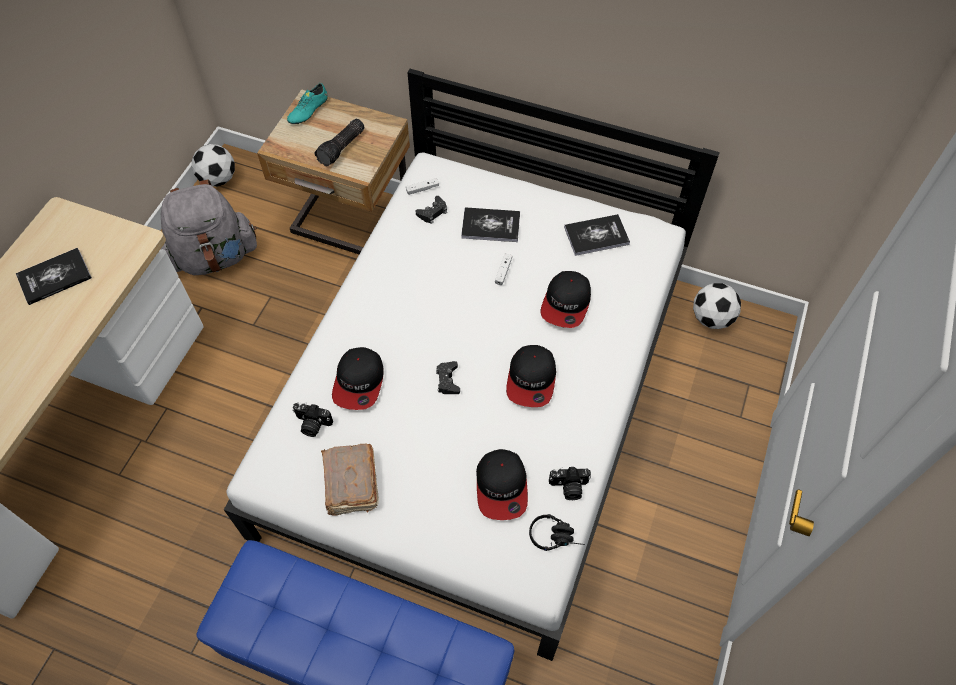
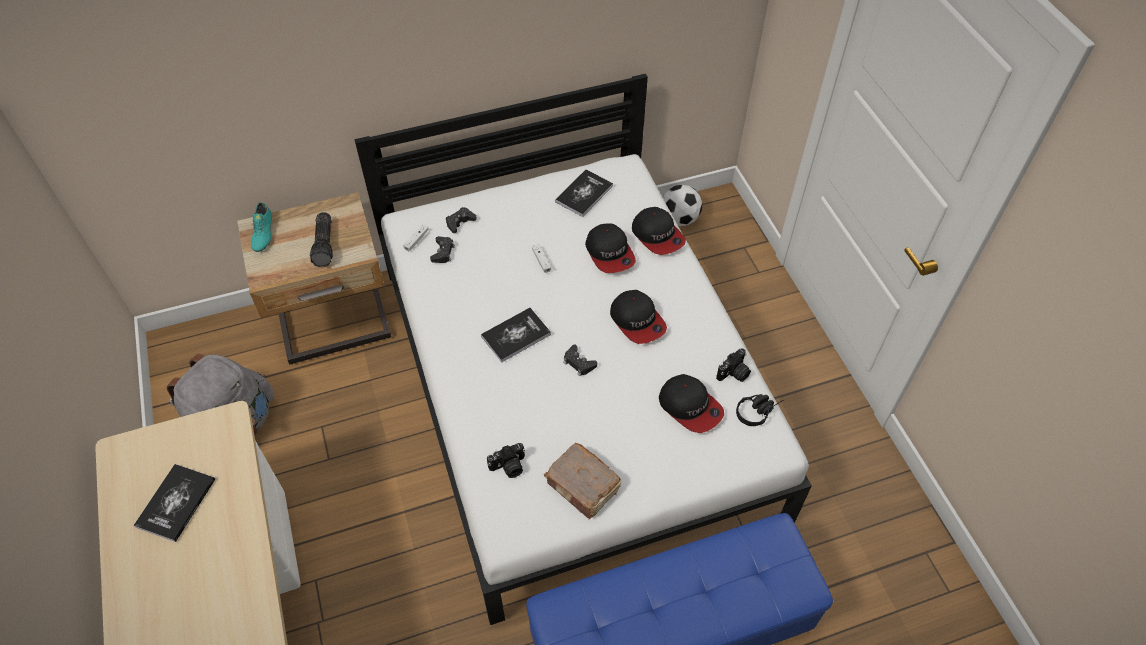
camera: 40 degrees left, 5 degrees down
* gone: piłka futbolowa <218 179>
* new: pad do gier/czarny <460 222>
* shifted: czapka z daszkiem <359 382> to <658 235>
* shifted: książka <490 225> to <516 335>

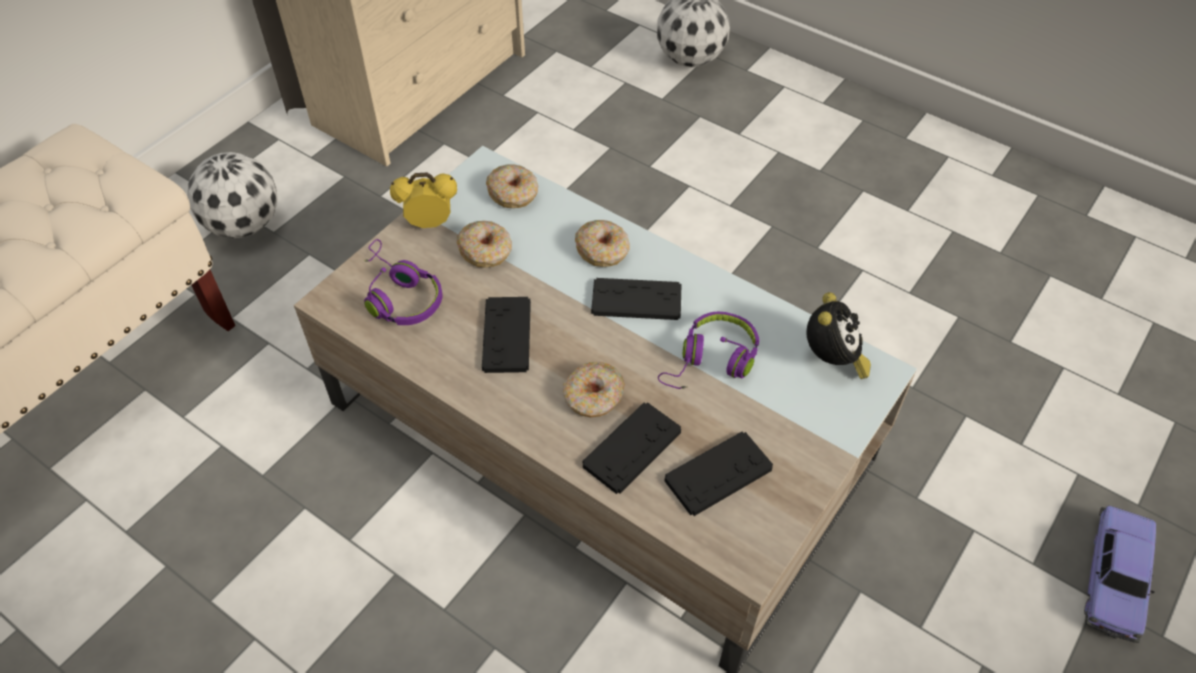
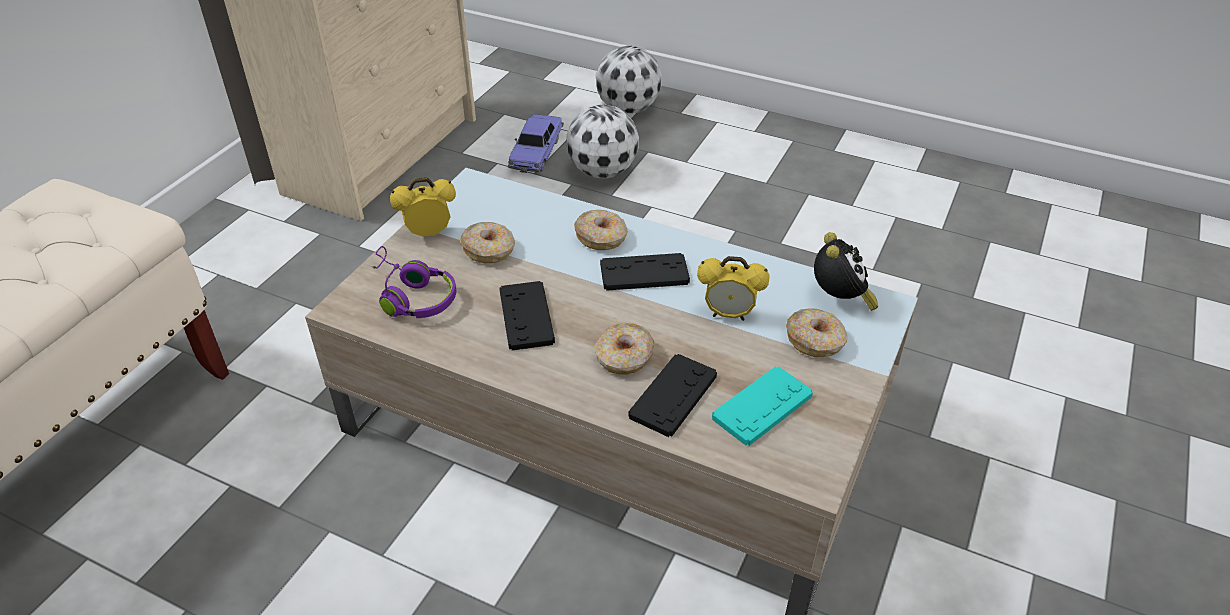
camera: 10 degrees left, 10 degrees down
* shifted: piłka futbolowa <245 224> to <603 171>
* shifted: donut <513 193> to <815 340>
* shifted: samochodzik <1114 579> to <536 152>
* swapped: słuchawki/fioletowy <711 362> to budzik <728 314>
* repainted: pad do gier/czarny <718 474> to pad do gier/turkusowy <762 407>

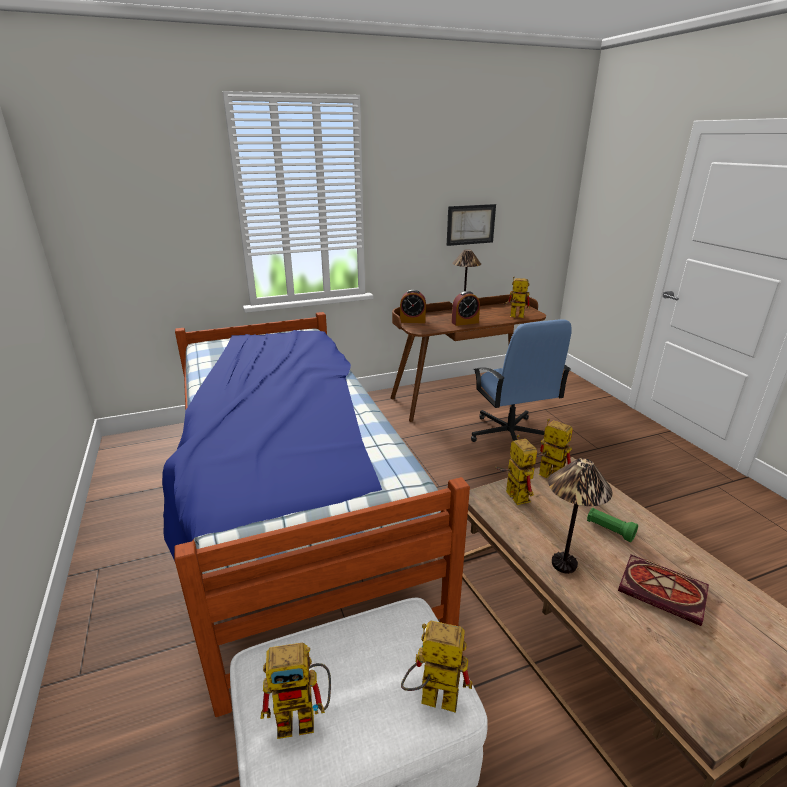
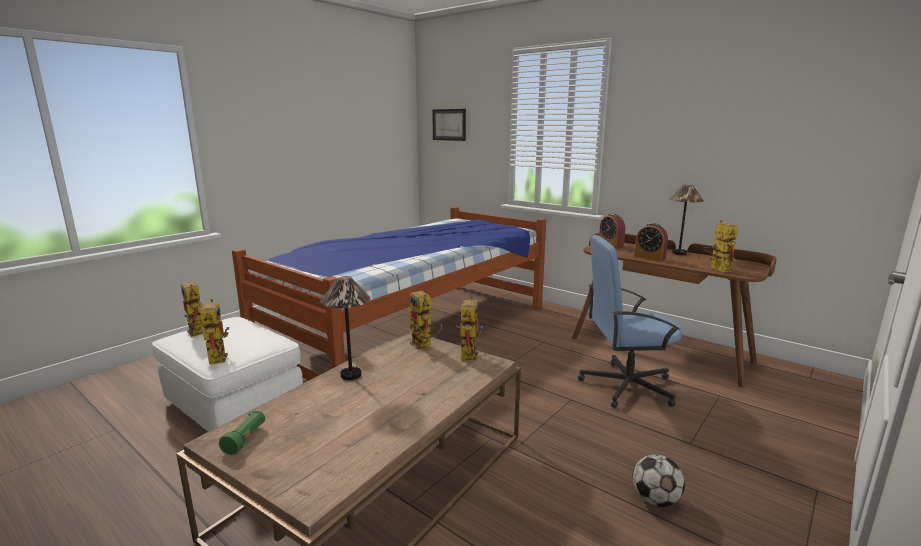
camera: 60 degrees right, 10 degrees down
* gone: książka <664 591>
* new: piłka futbolowa <655 500>
* shifted: obraz <470 224> to <449 124>
* shifted: latarka/zielony <609 530> to <245 439>
* rotated: krzesło biurowe/niebieski <509 436> = <625 386> 45 degrees clockwise
* rotated: robot zabawkowy <512 494> = <425 346> 105 degrees clockwise

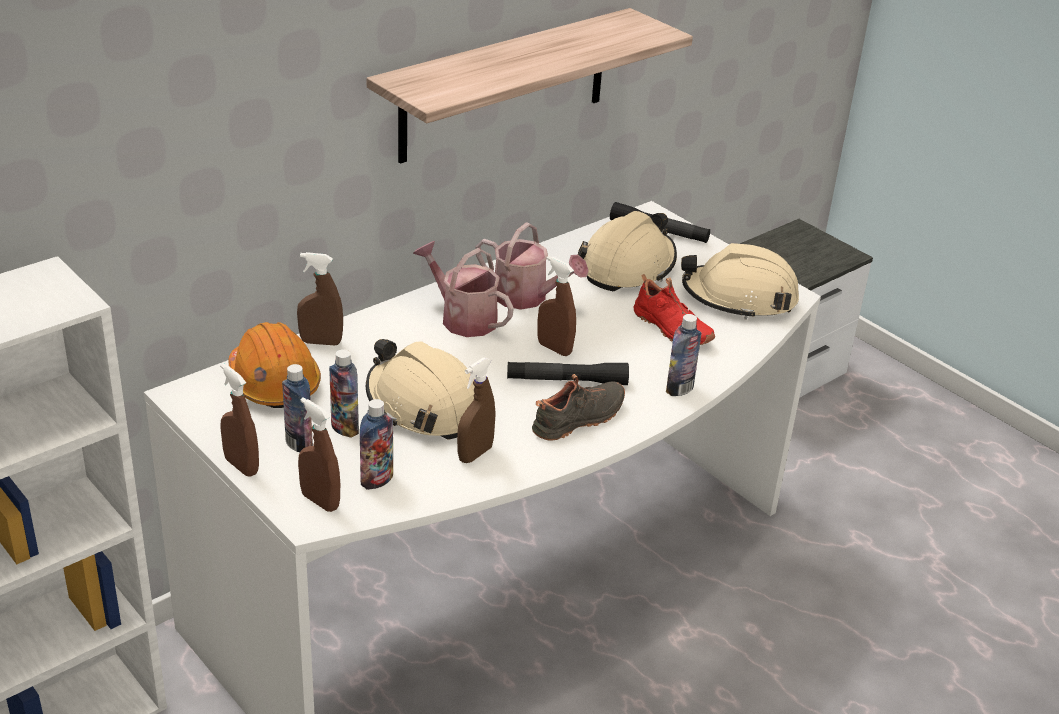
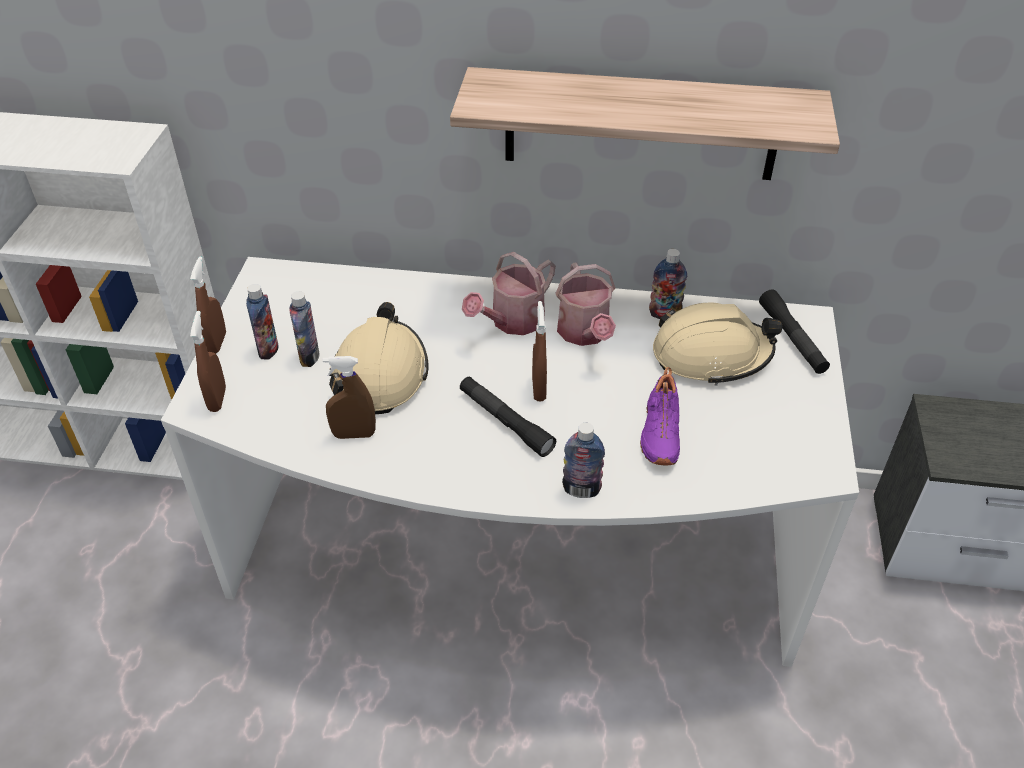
camera: 50 degrees right, 10 degrees up
* gone: kask/pomarańczowy <274 382>
* gone: spryskiwacz/brązowy <321 342>
* gone: but/czarny <580 420>
* gone: kask/beżowy <739 298>
* shifted: butelka <377 480> to <664 314>
* repainted: but/czerwony <670 329> to but/fioletowy <659 433>
* rotated: konewka <463 318> = <512 322> 135 degrees counterclockwise

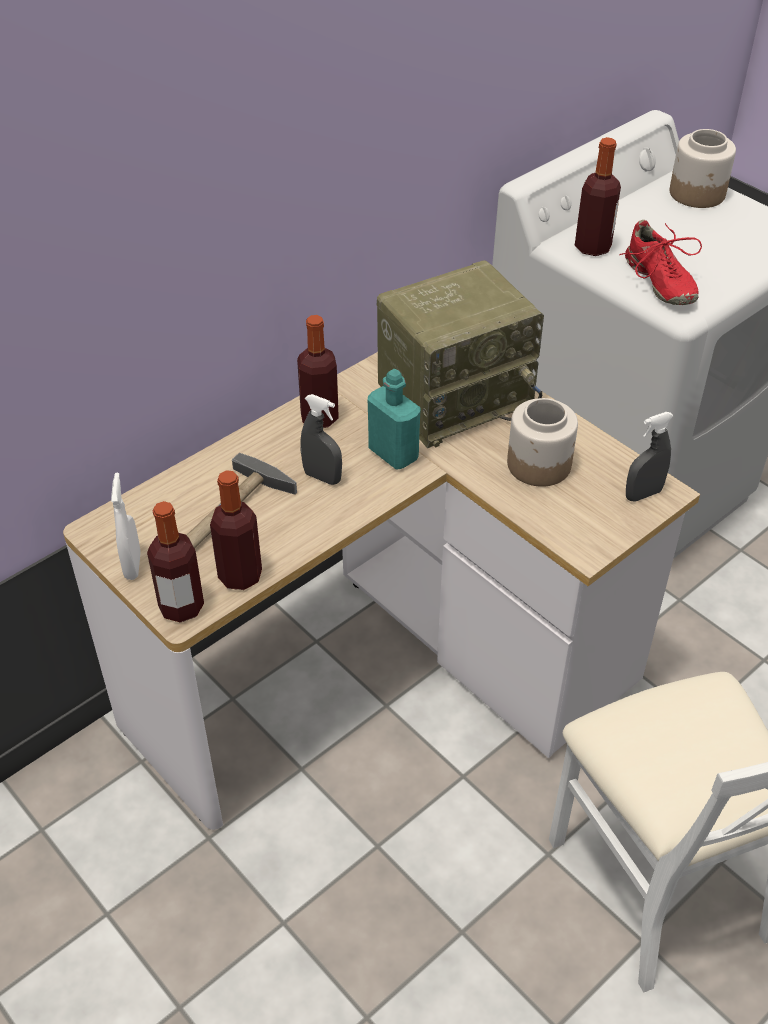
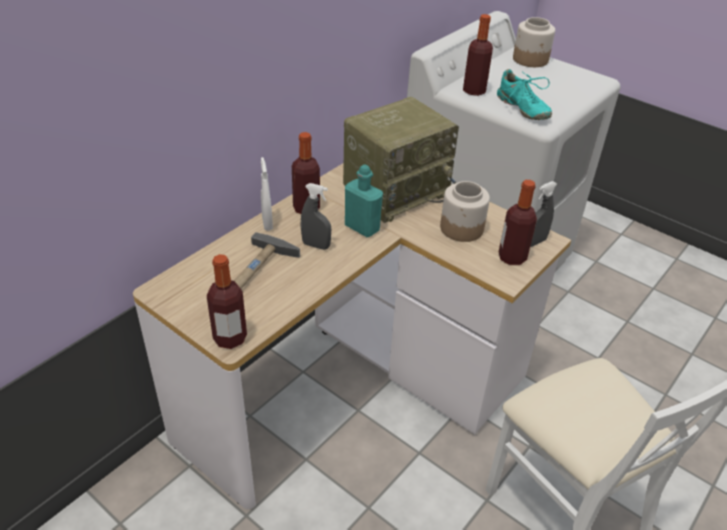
camera: 10 degrees left, 5 degrees down
* shifted: spryskiwacz/biały <132 565> to <267 223>
* shifted: butelka <240 576> to <512 257>
* repainted: but/czerwony <659 282> to but/turkusowy <522 108>

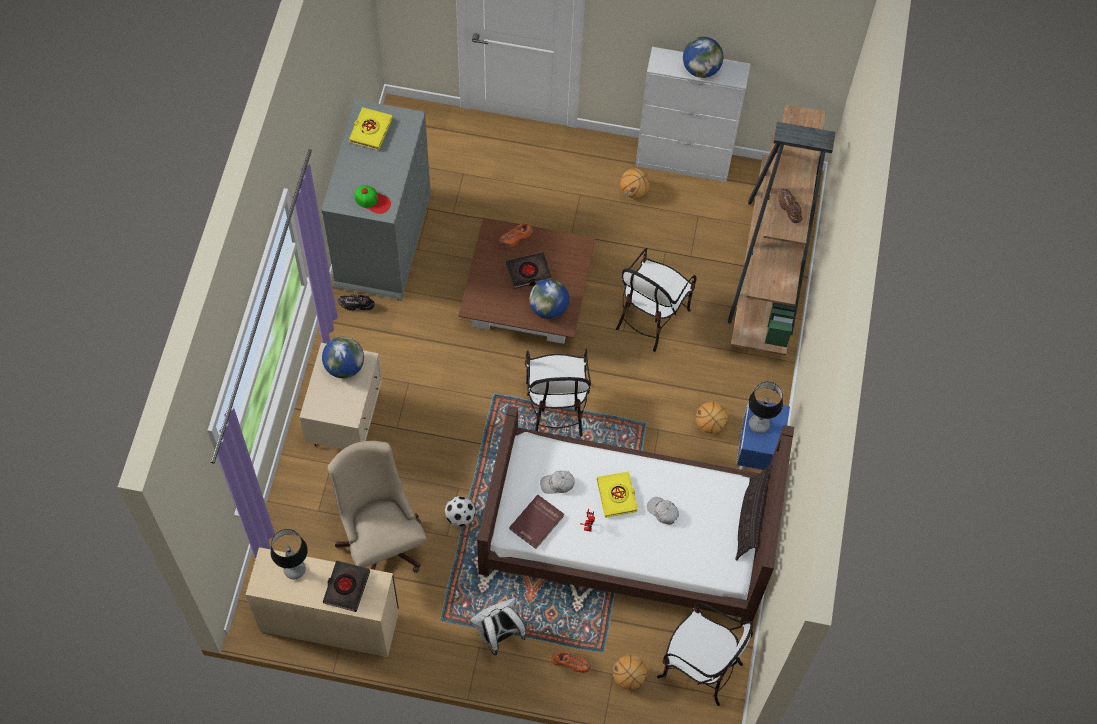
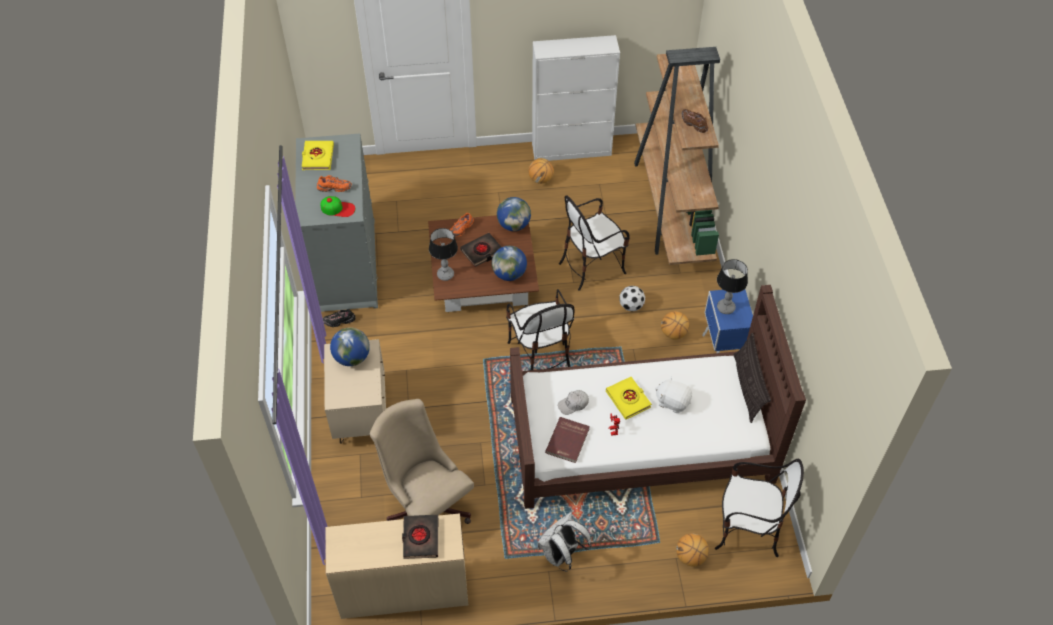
camera: 15 degrees left, 10 degrees down
* shifted: lampa stołowa <294 569> to <445 274>
* shifted: piłka futbolowa <460 517> to <631 306>
* shifted: but/pomarańczowy <571 663> to <334 188>
* shifted: globus <700 69> to <513 225>
* swapped: czapka z daszkiem/biały <662 512> to pluszak/biały <672 401>
* rotated: krzesło <651 317> = <592 266> 45 degrees clockwise

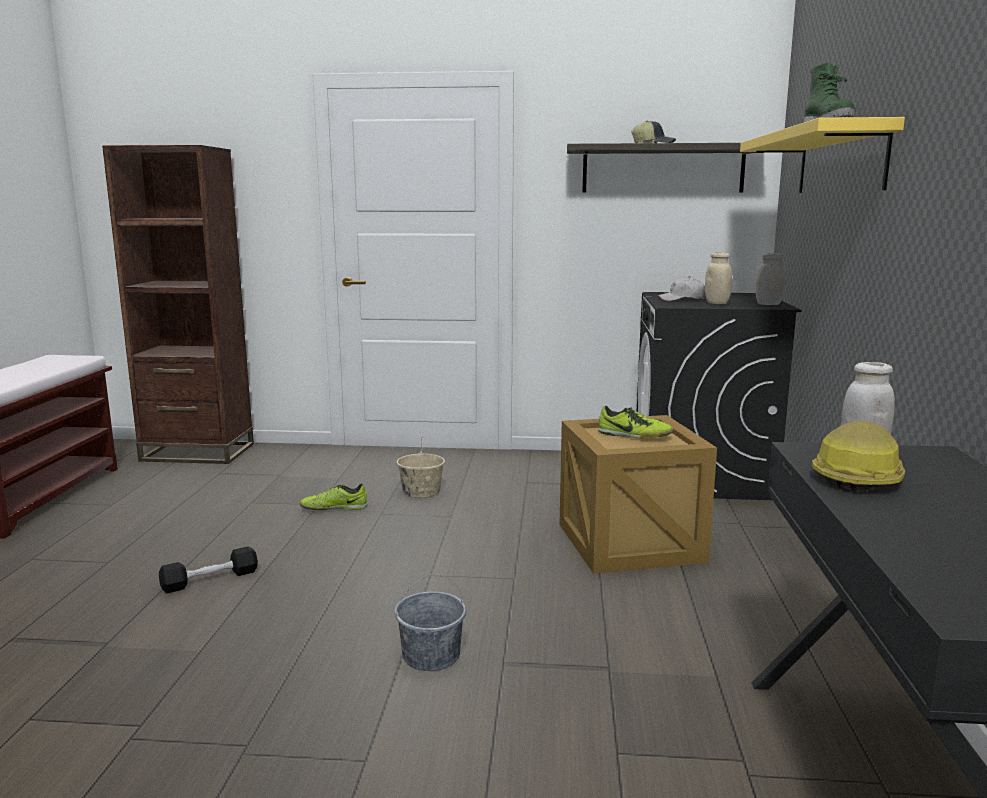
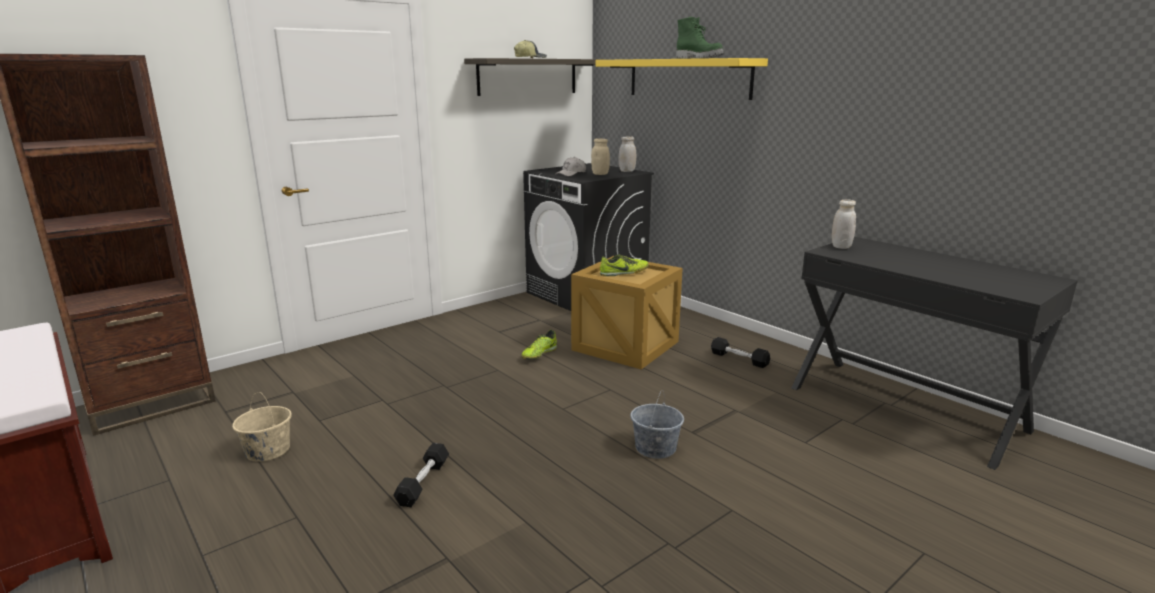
camera: 45 degrees left, 5 degrees up
* gone: kask <857 477>
* new: hantel/czarny <739 359>
* shifted: but <334 508> to <539 354>
* shifted: wiadro/beżowy <421 492> to <267 450>

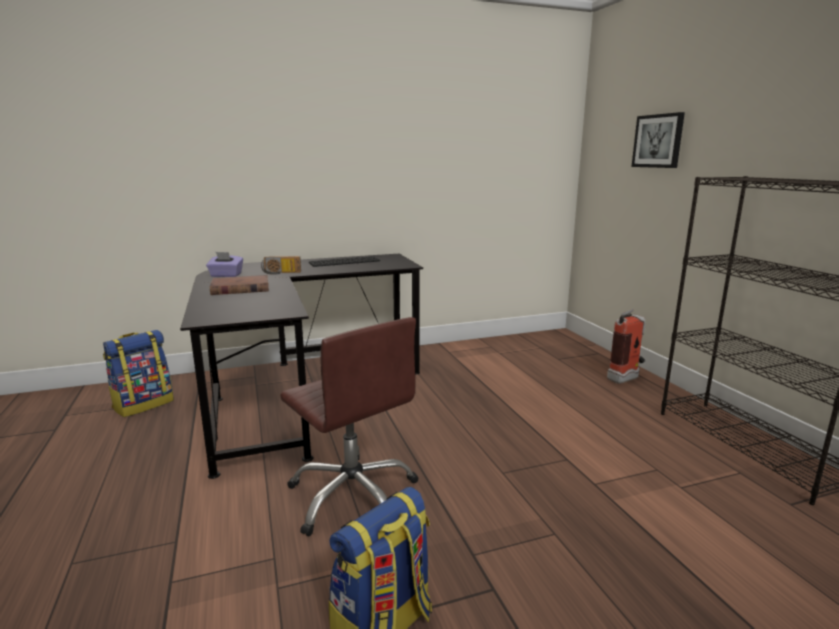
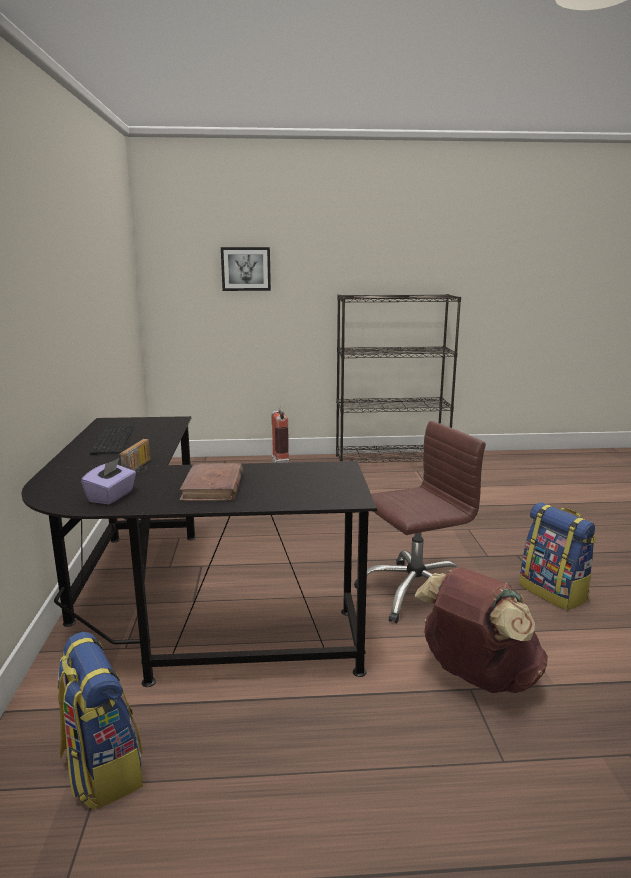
camera: 75 degrees left, 0 degrees up
* new: plecak/brązowy <476 677>

